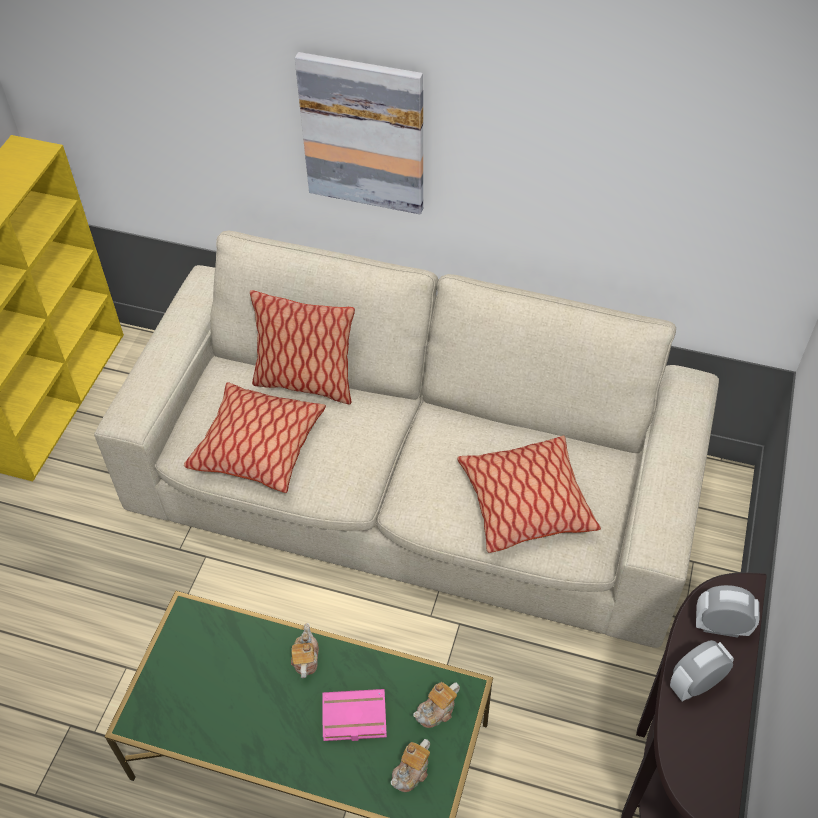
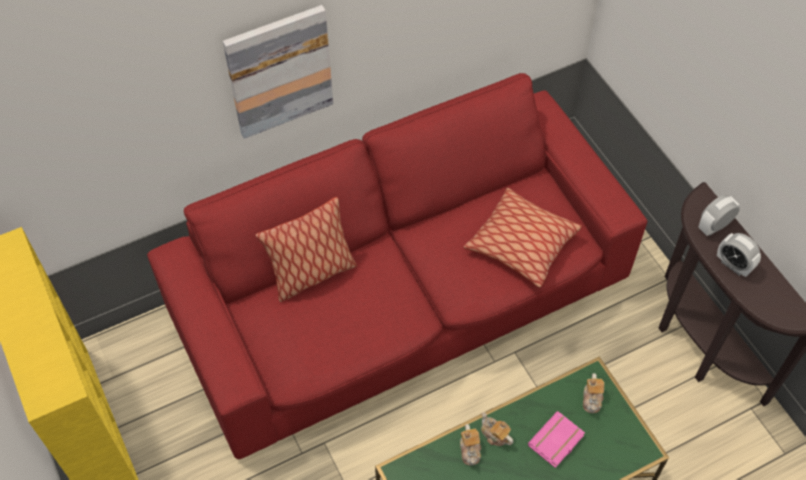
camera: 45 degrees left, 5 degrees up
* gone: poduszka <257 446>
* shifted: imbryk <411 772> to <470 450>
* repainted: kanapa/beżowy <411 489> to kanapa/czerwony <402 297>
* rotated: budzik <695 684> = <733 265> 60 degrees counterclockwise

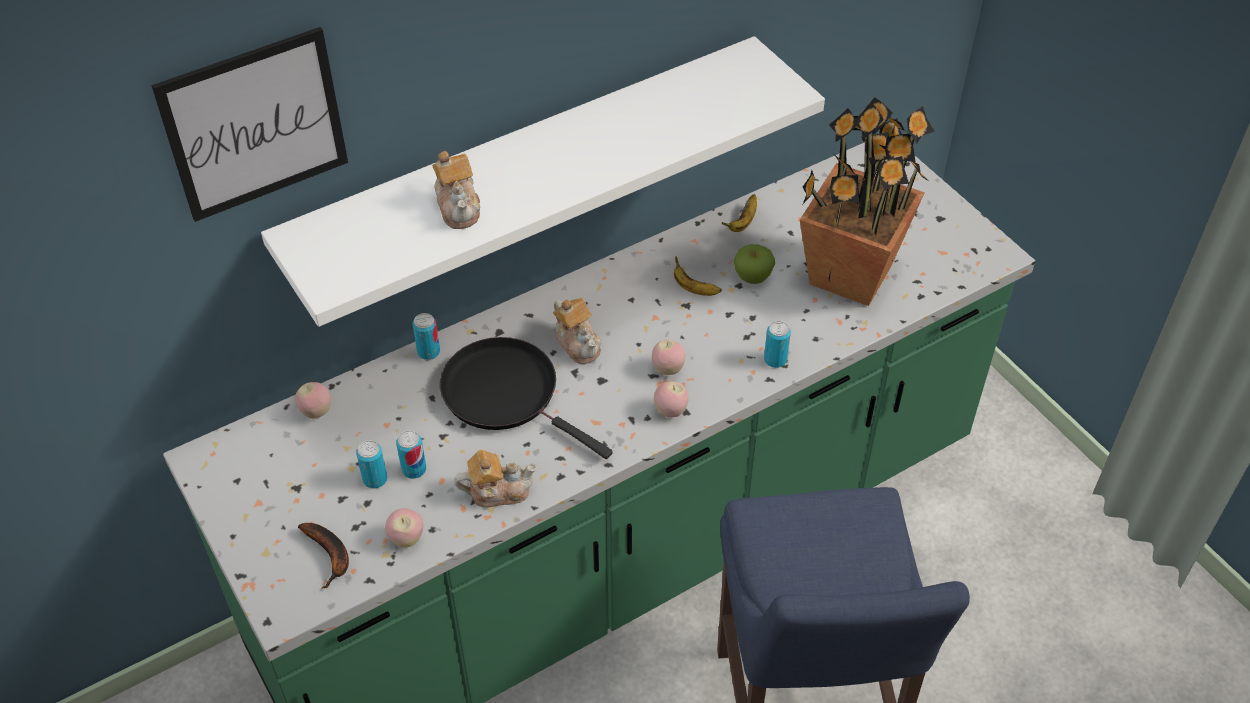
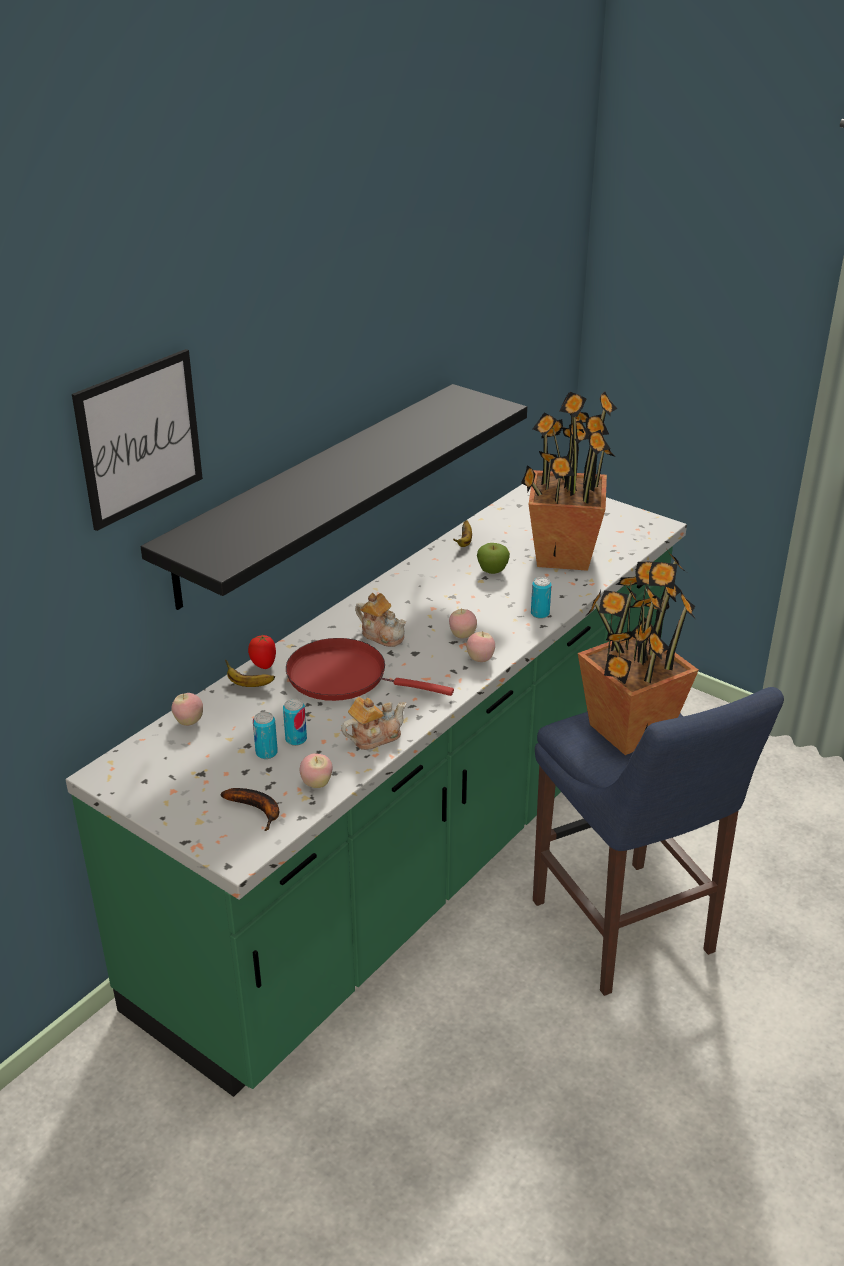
camera: 20 degrees left, 15 degrees down
* gone: imbryk <459 207>
* new: roślina doniczkowa <628 730>
* shifted: banan <693 289> to <248 684>
* swapped: puszka <428 352> to pomidor <263 665>
* repainted: półka/biały <527 164> to półka/czarny <316 491>
* repainted: patelnia/czarny <506 394> to patelnia/czerwony <344 677>

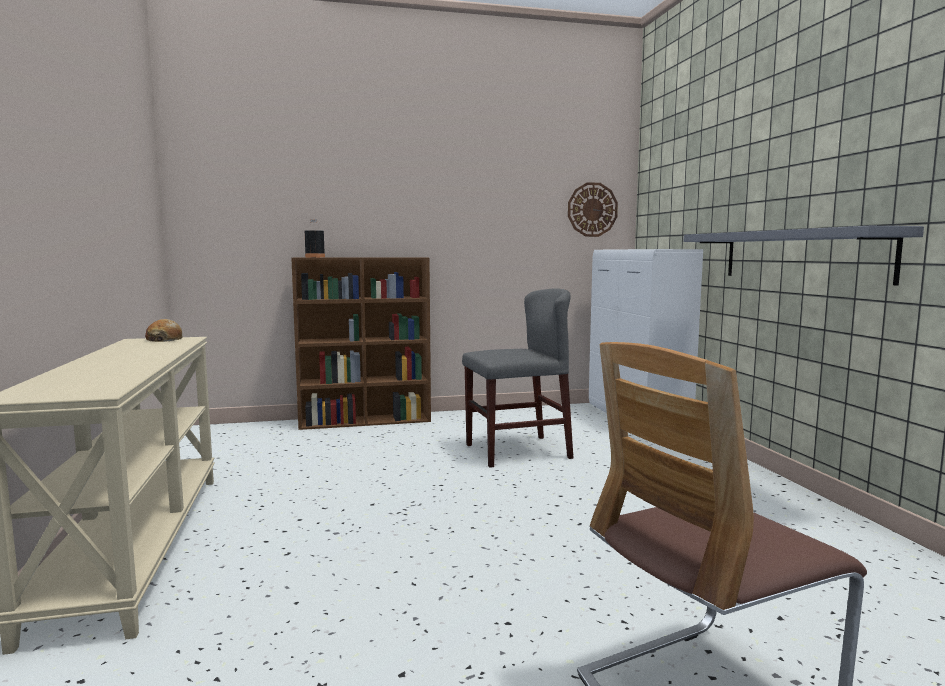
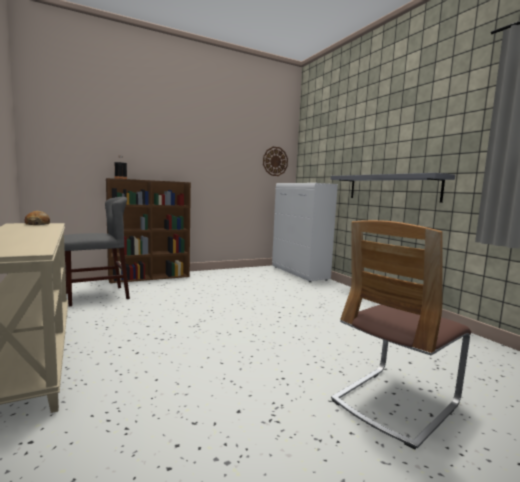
camera: 15 degrees left, 0 degrees up
* shifted: krzesło/szary <517 451> to <96 296>

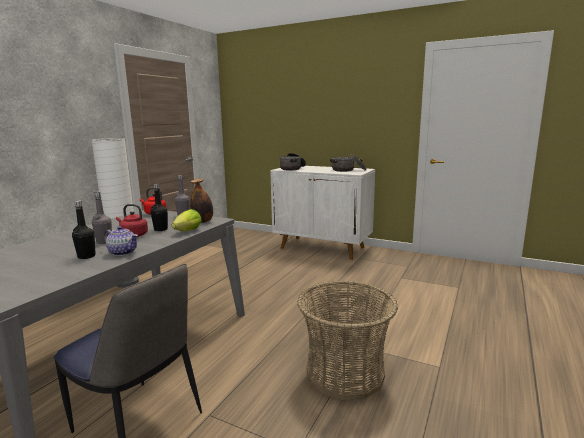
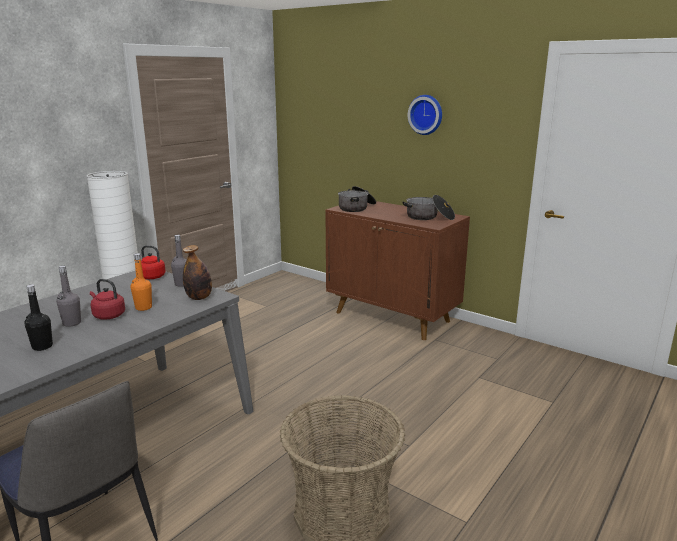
camera: 10 degrees right, 5 degrees up
* gone: imbryk <123 252>
* gone: sałata <186 232>
* new: zegar ścienny <426 114>
* repainted: butelka/czarny <161 229> to butelka/pomarańczowy <143 307>
* repainted: szafka/biały <323 248> to szafka/brązowy <393 317>

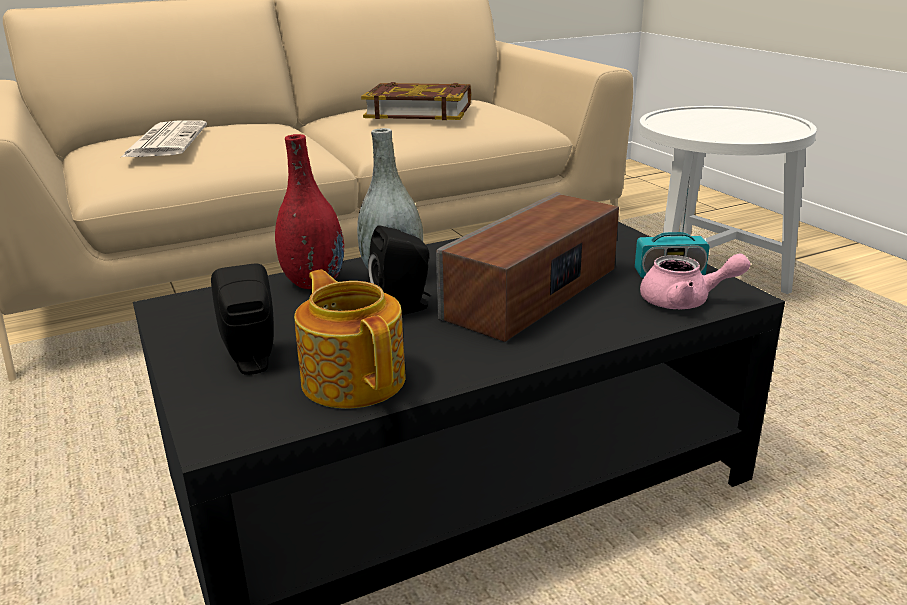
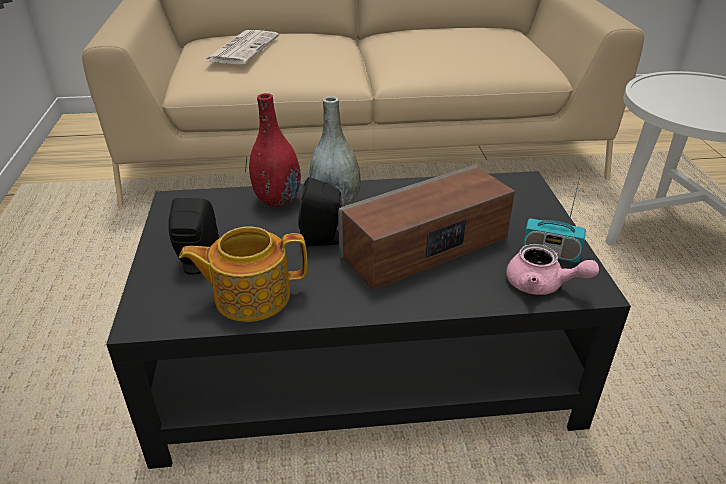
camera: 20 degrees right, 10 degrees up
* gone: książka <419 110>
* rotated: imbryk <354 378> = <250 296> 90 degrees counterclockwise

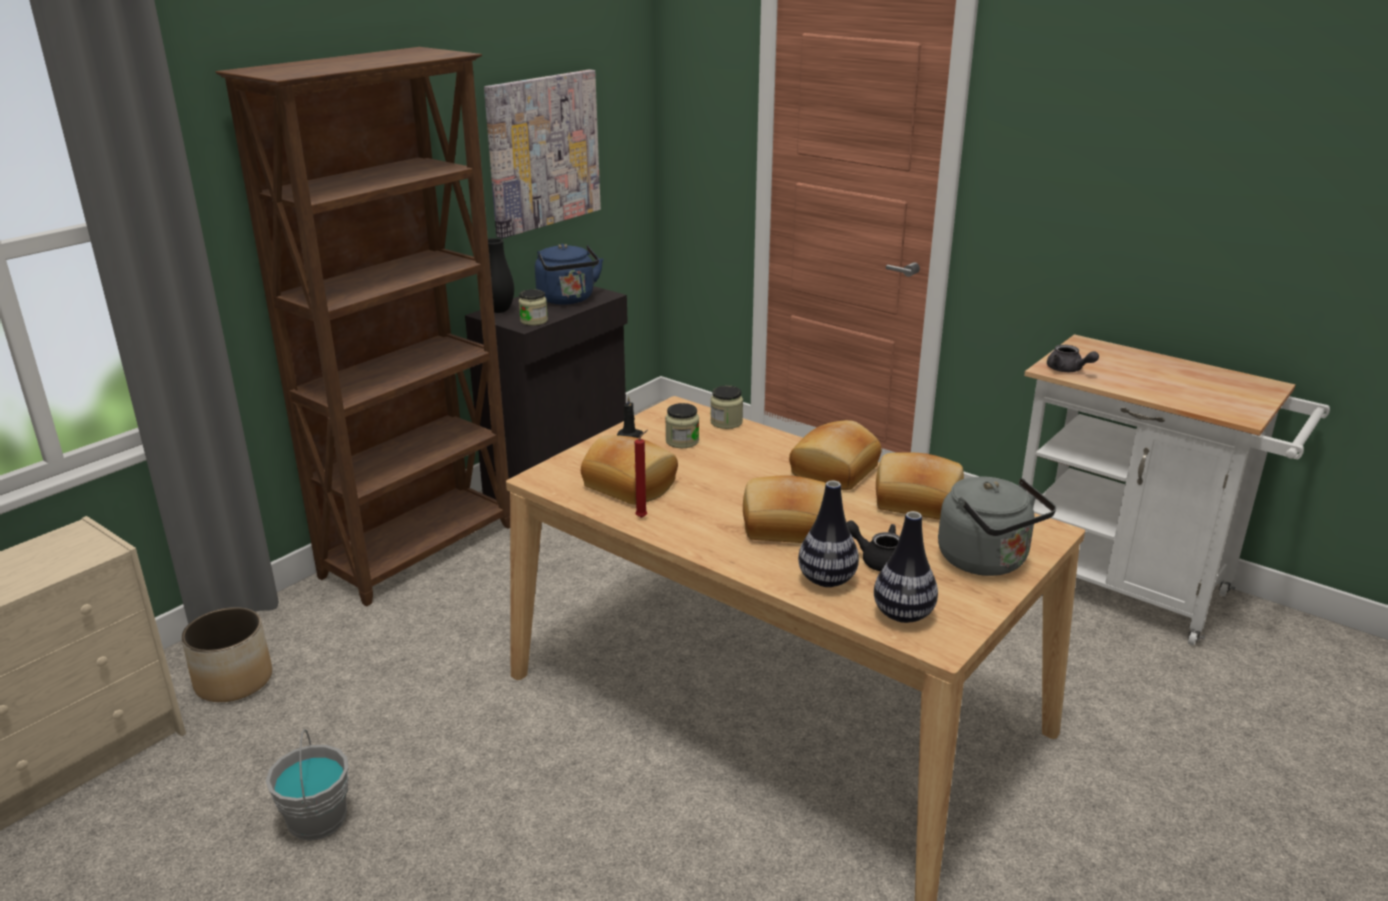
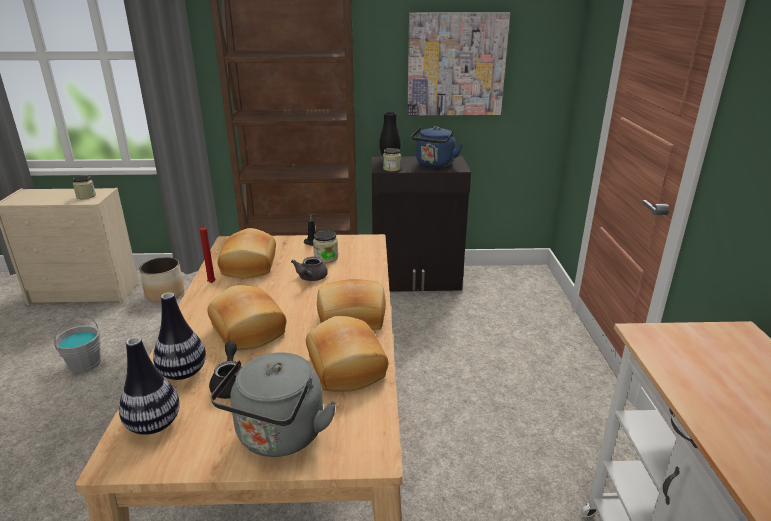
camera: 50 degrees right, 0 degrees up
* shifted: słoik <726 422> to <86 196>
* shifted: imbryk/szary <1068 370> to <310 278>

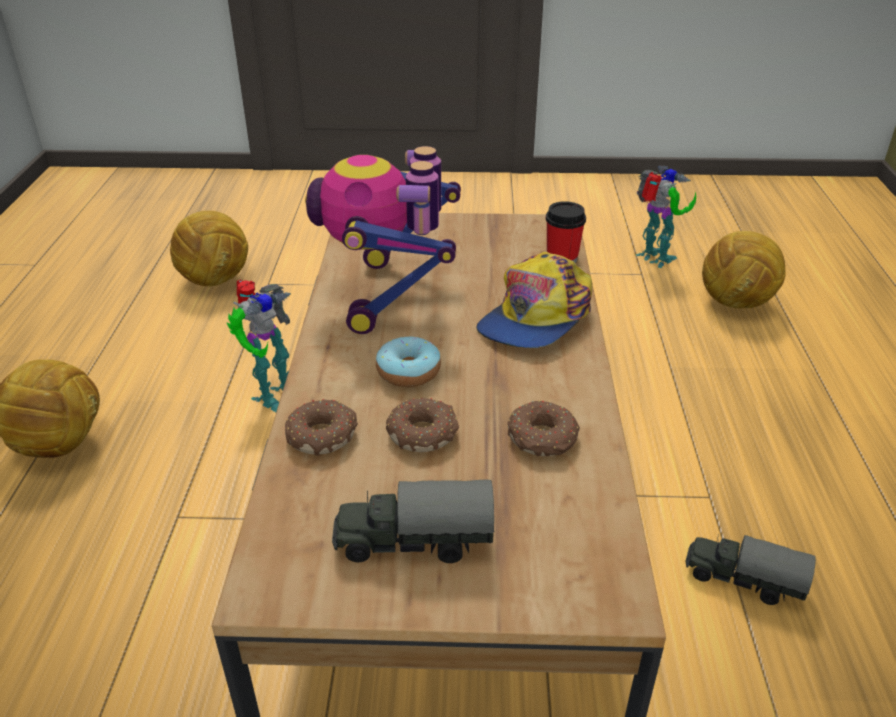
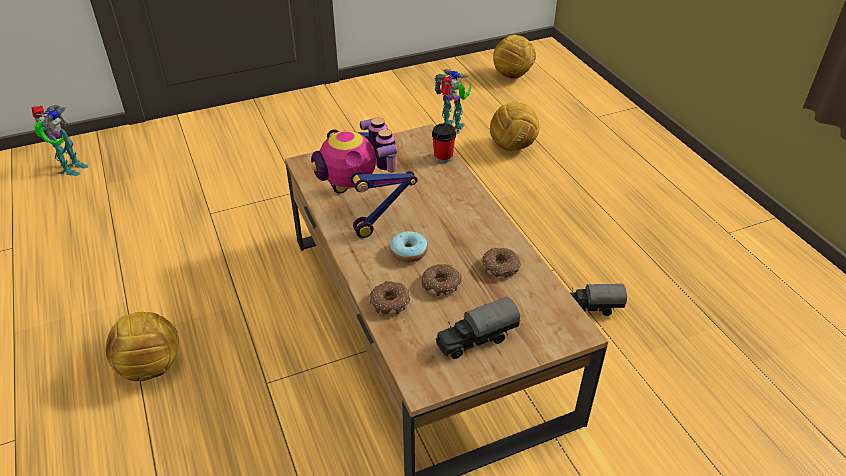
camera: 25 degrees left, 5 degrees up
* gone: czapka z daszkiem <536 317>
* shifted: piłka futbolowa <216 280> to <512 75>
* shifted: robot zabawkowy <273 395> to <70 168>

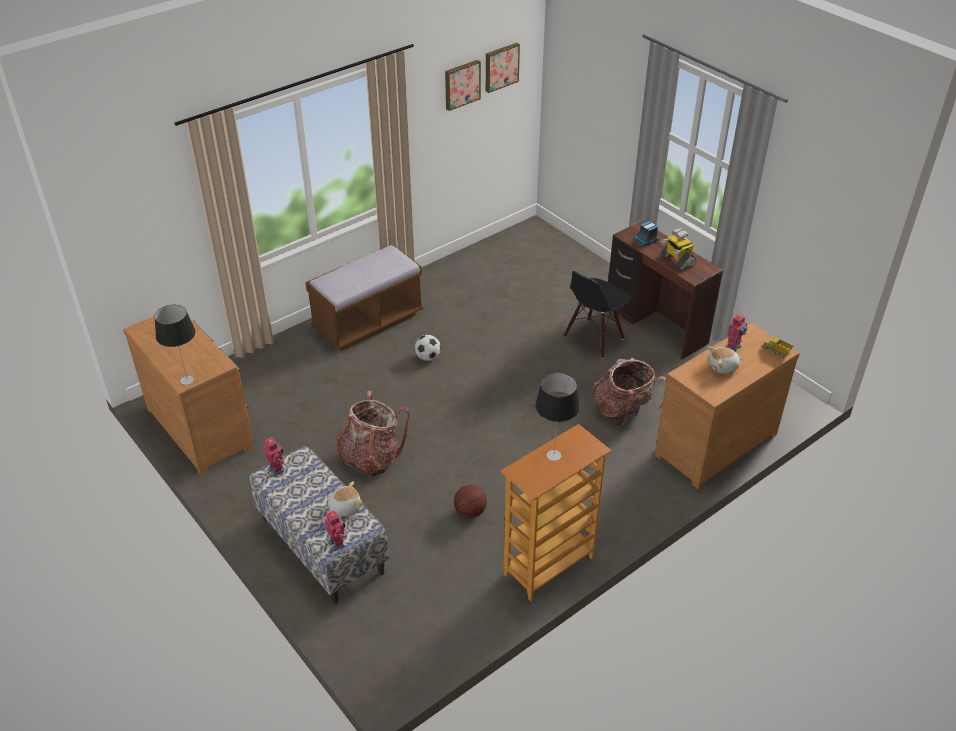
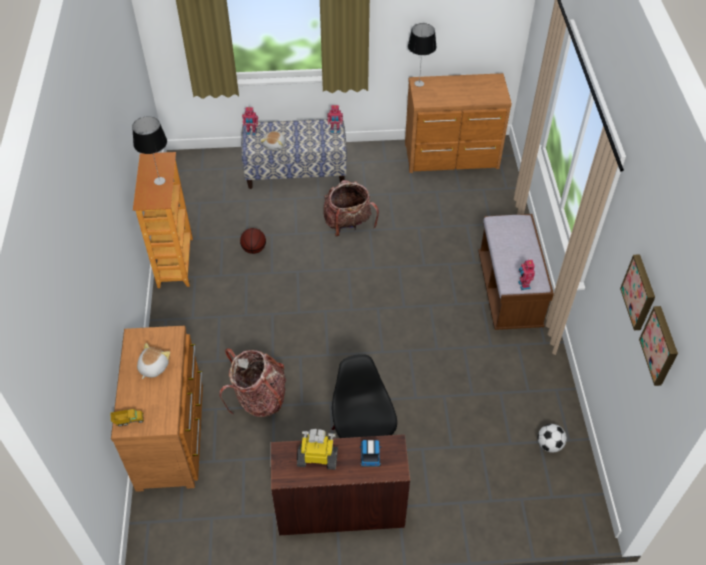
camera: 125 degrees right, 10 degrees up
* shifted: piłka futbolowa <428 357> to <549 444>
* shifted: robot zabawkowy <733 347> to <523 285>

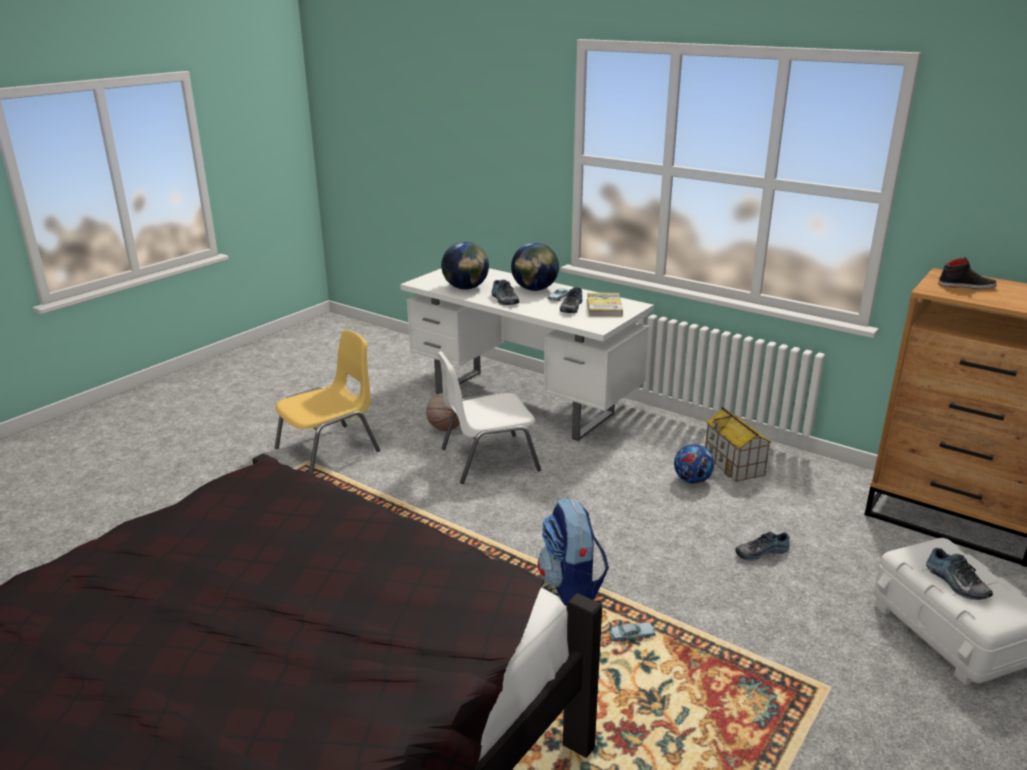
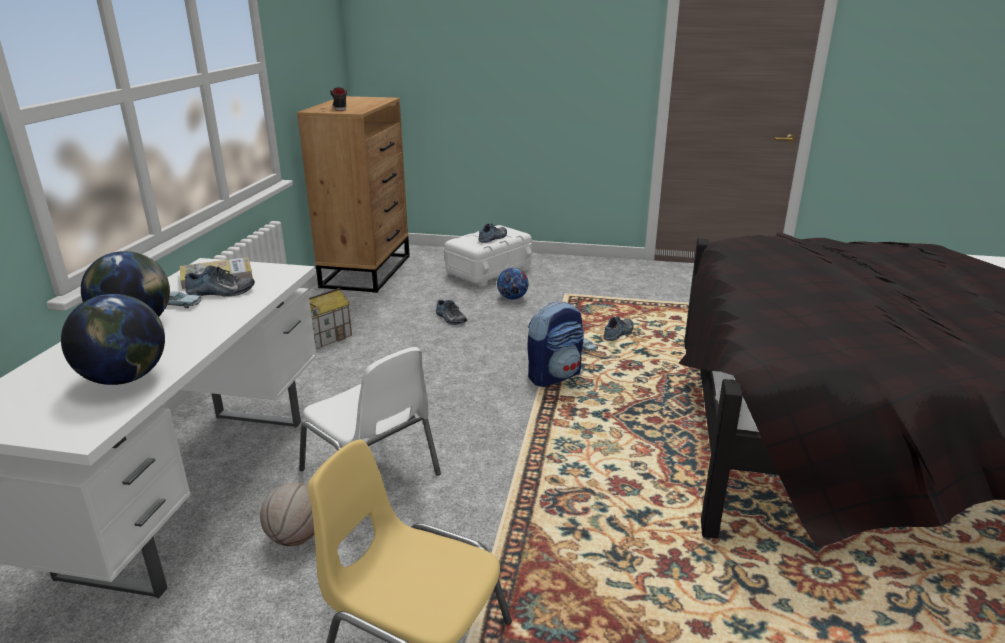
camera: 115 degrees left, 0 degrees up
* shifted: but <503 300> to <619 333>
* shifted: piłka futbolowa <692 480> to <512 298>

